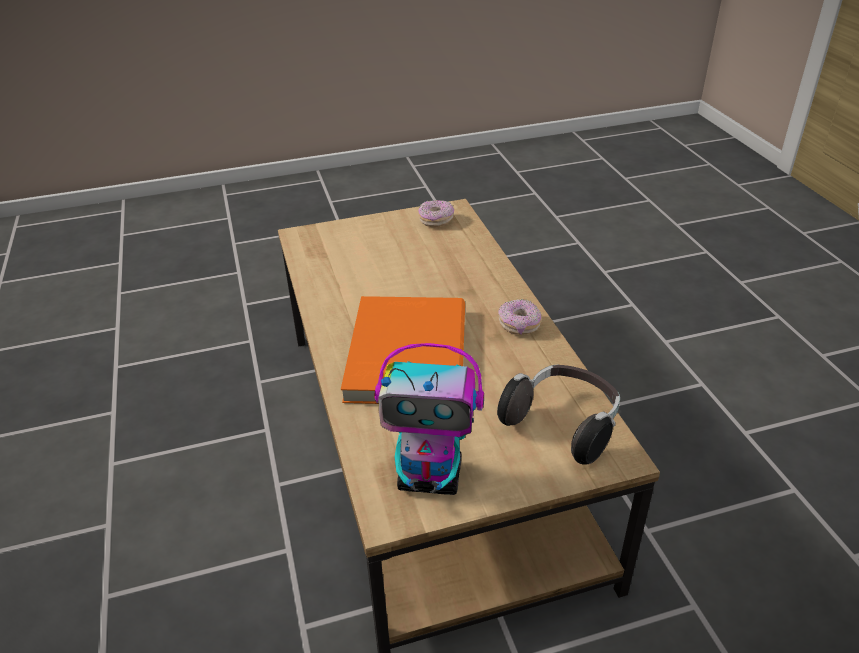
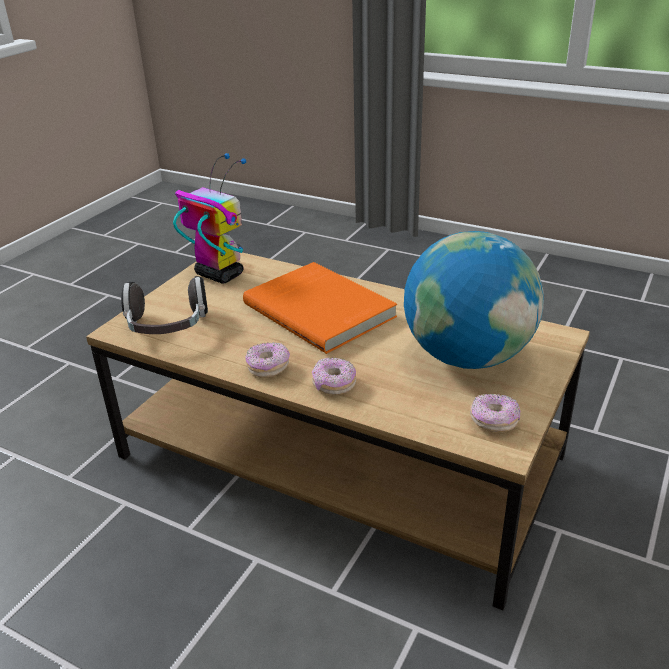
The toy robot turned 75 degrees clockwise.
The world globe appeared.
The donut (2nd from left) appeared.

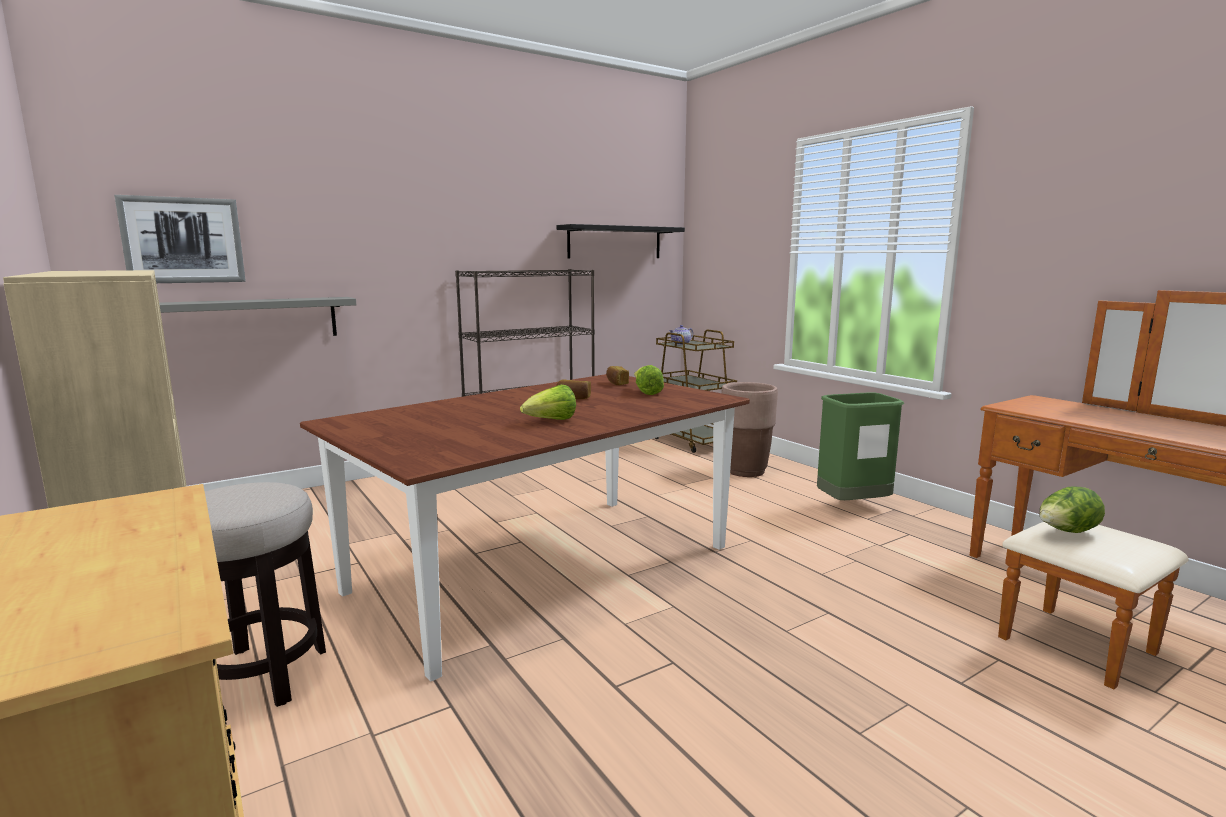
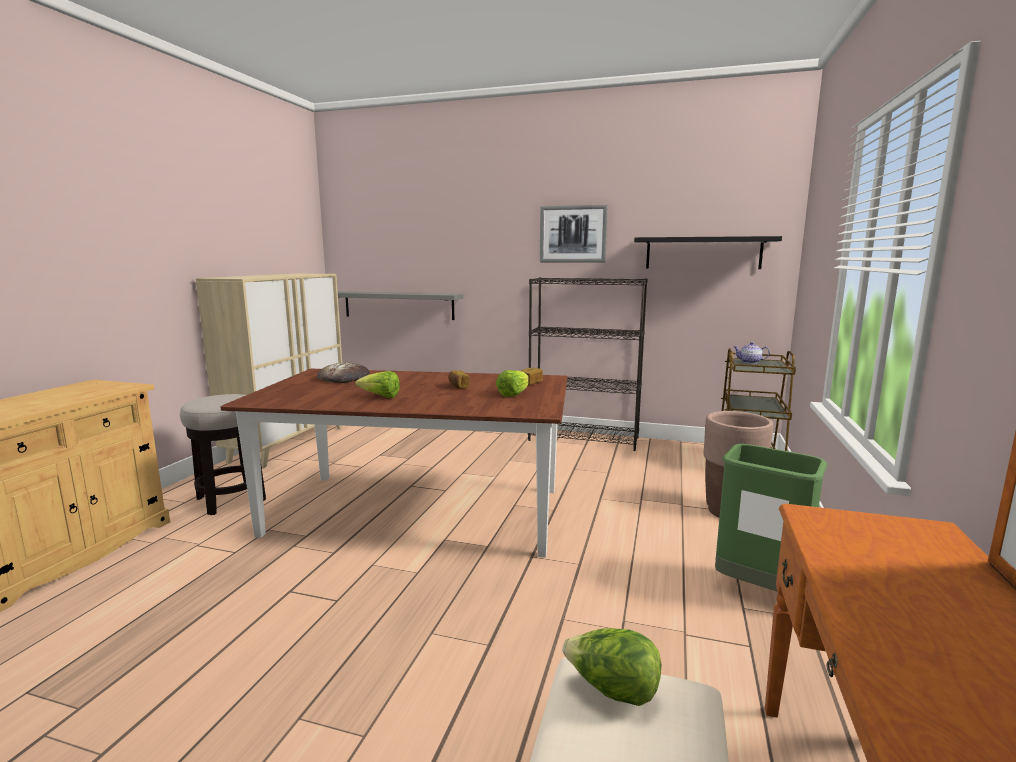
The wall art moved.
The baked bread (1st from left) appeared.

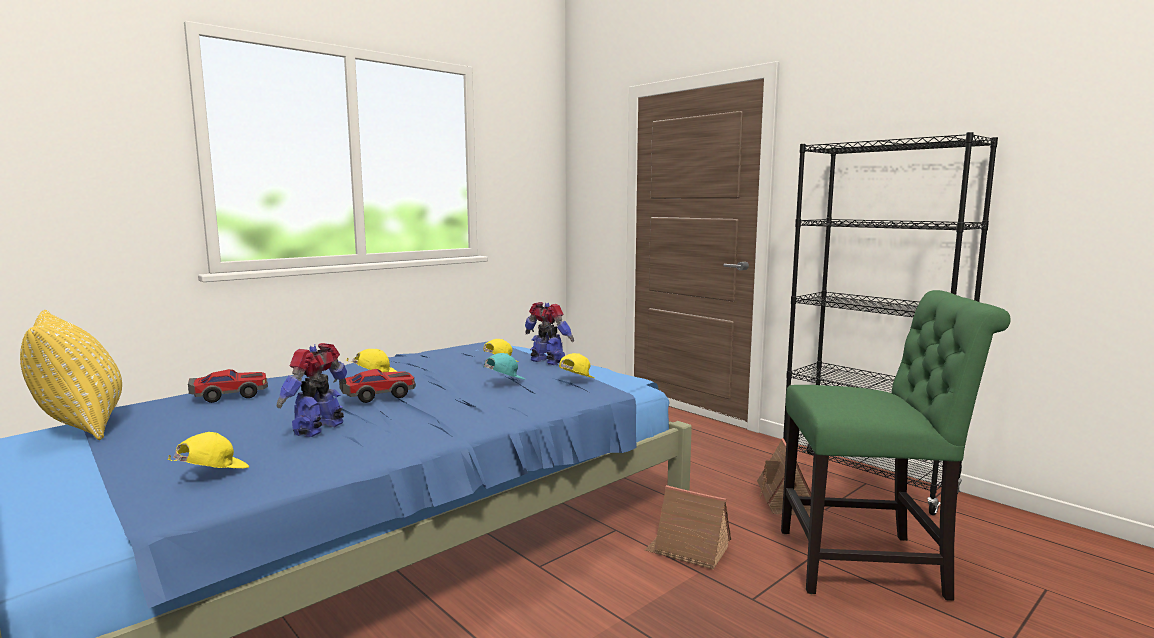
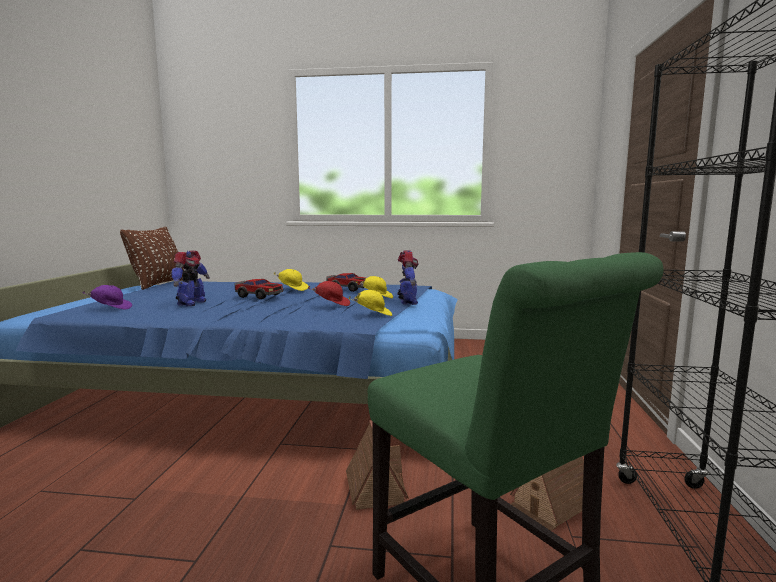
The yellow pillow became the brown pillow.
The toy robot (1st from left) turned 120 degrees clockwise.
The turquoise-coloured baseball cap became the reddish baseball cap.
The toy car (1st from left in the first image) moved.
The yellow baseball cap (1st from left) became the purple-coloured baseball cap.

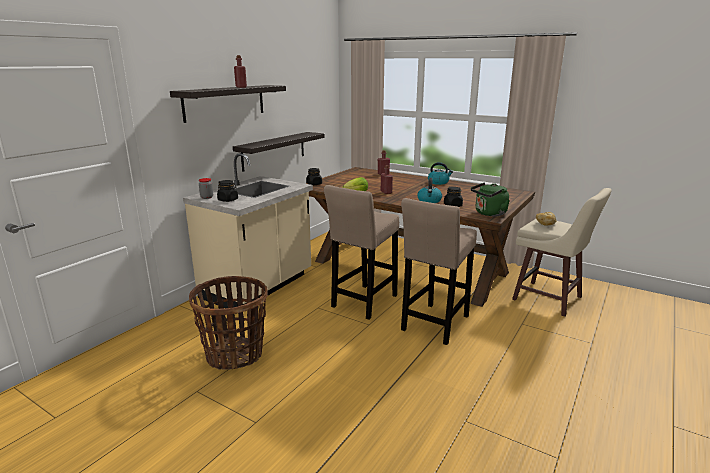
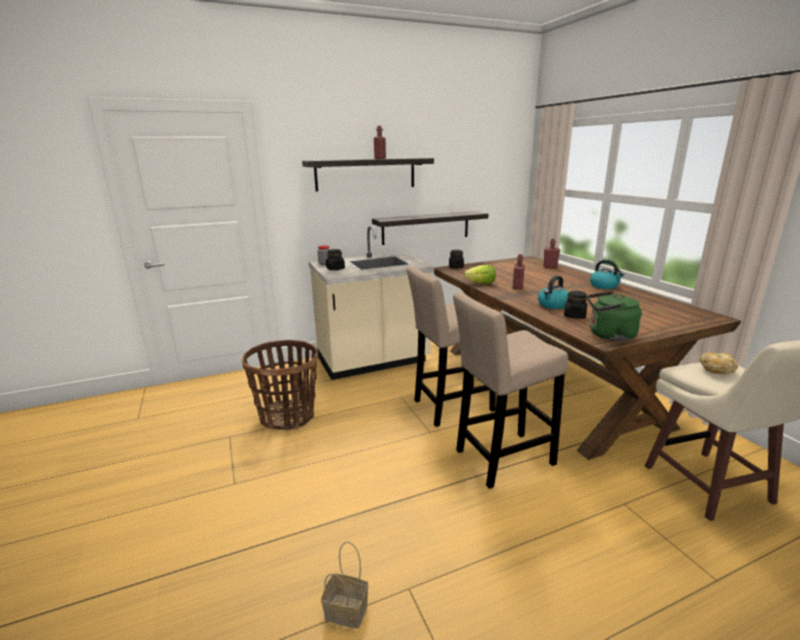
The basket (2nd from left) appeared.

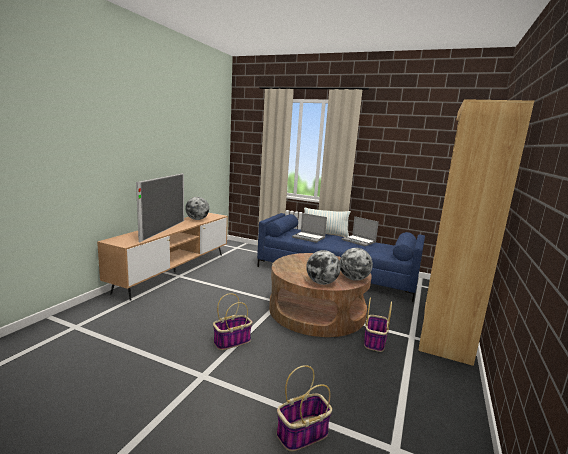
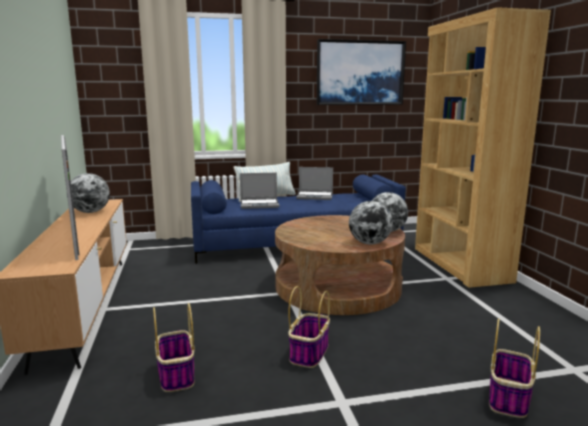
The basket (3rd from left in the first image) moved.
The wall art appeared.

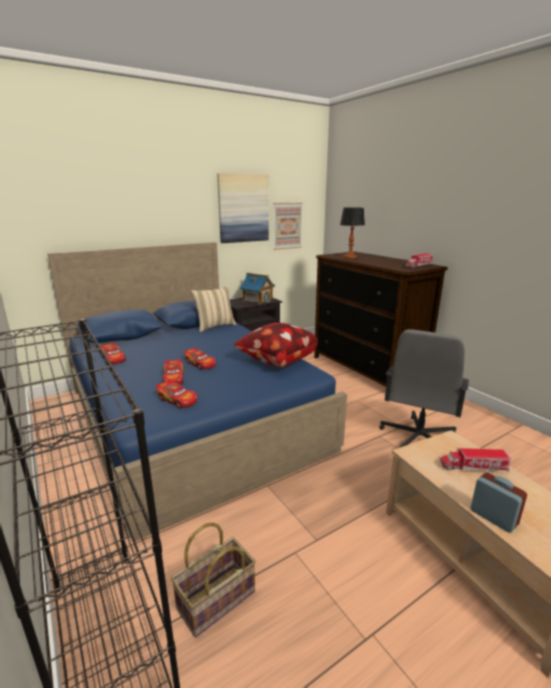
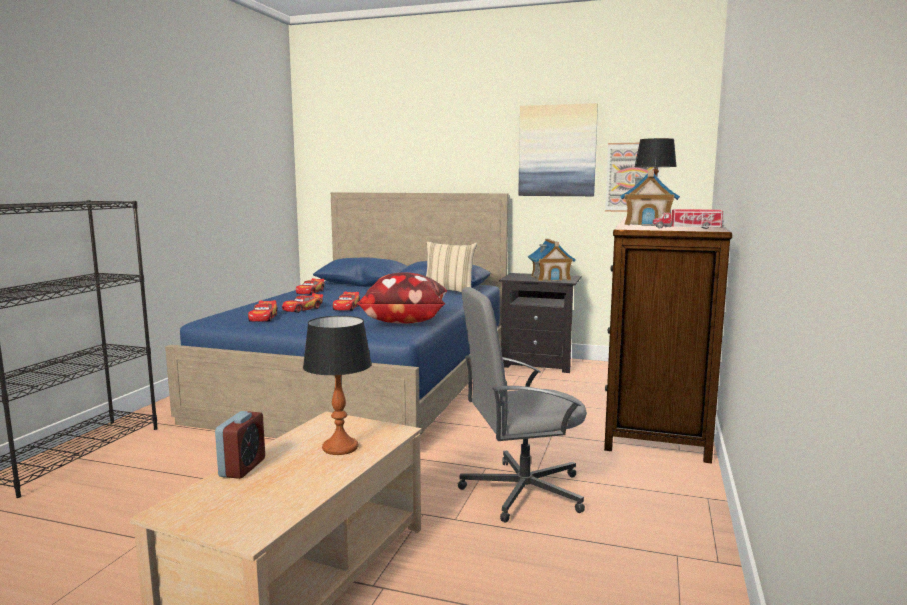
The toy truck (2nd from left) was replaced by the tabletop lamp (1st from left).
The basket disappeared.
The toy house (2nd from left) appeared.

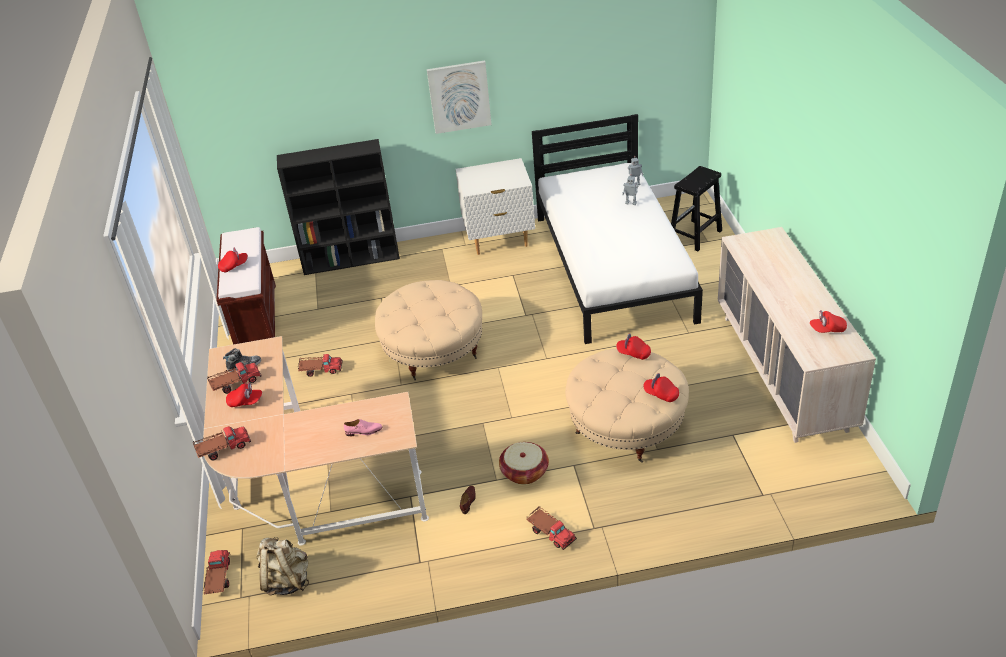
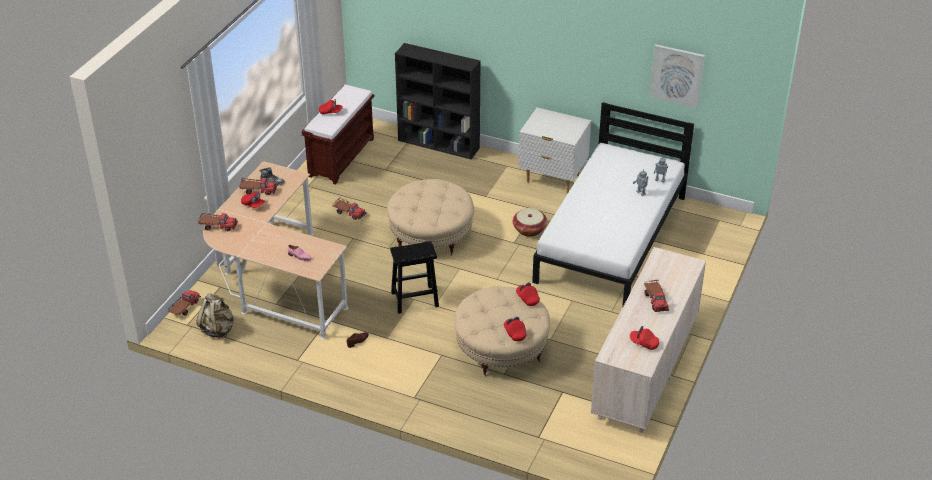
The wall art moved.
The black-coloured stool moved.
The basket moved.
The toy truck (5th from left) moved.

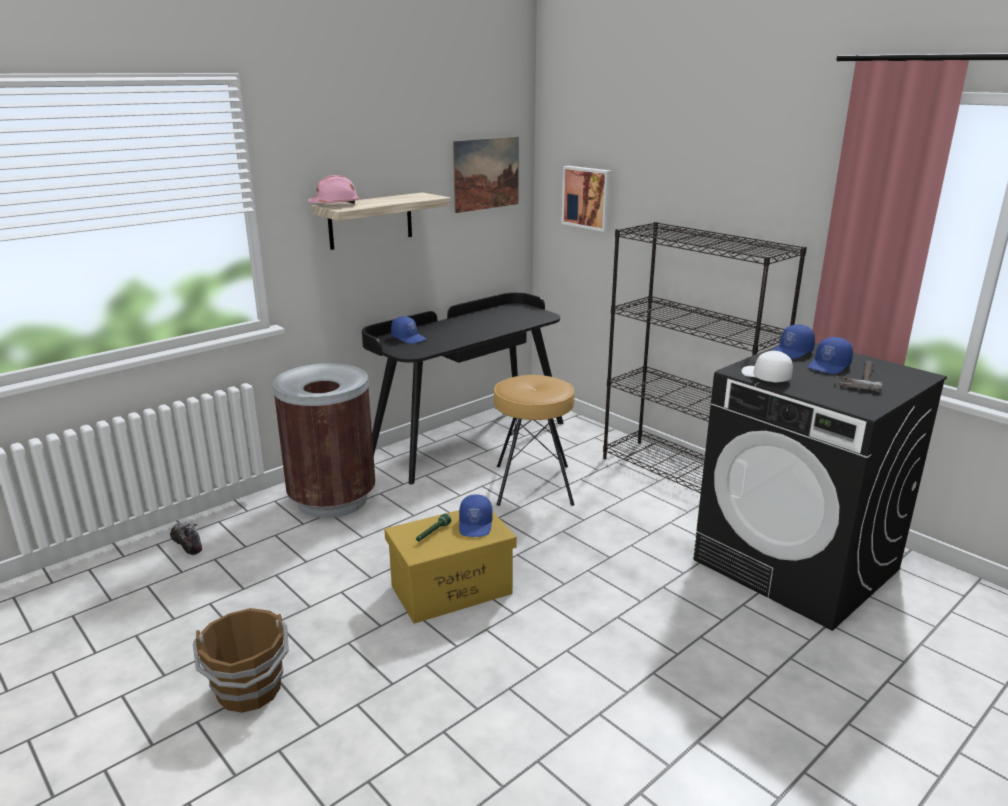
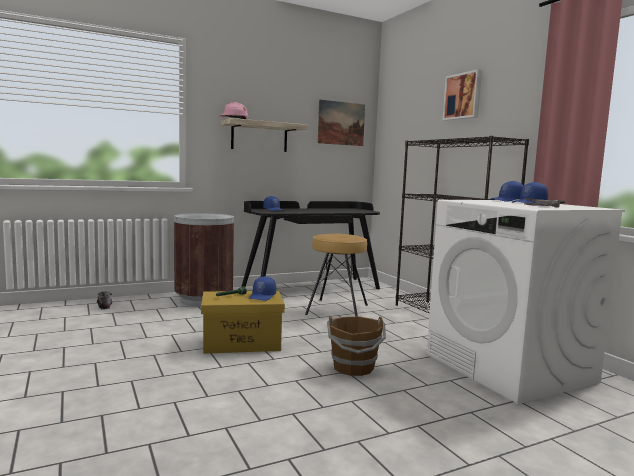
The wall art (2nd from left) moved.
The black-coloured washing machine became the white washing machine.
The white baseball cap disappeared.
The brown pail moved.

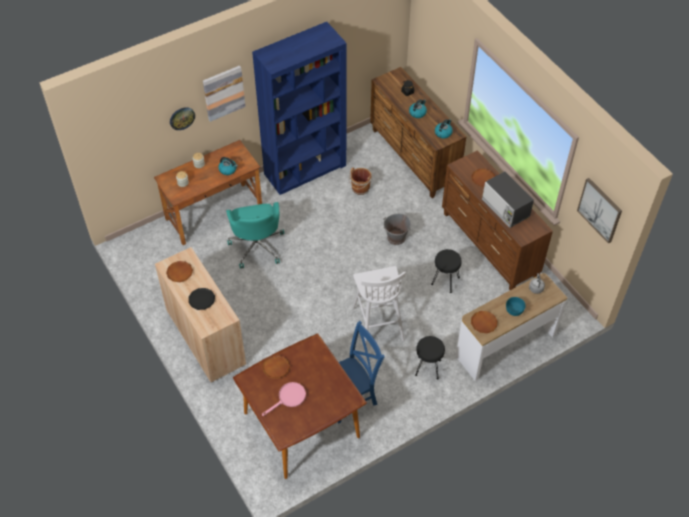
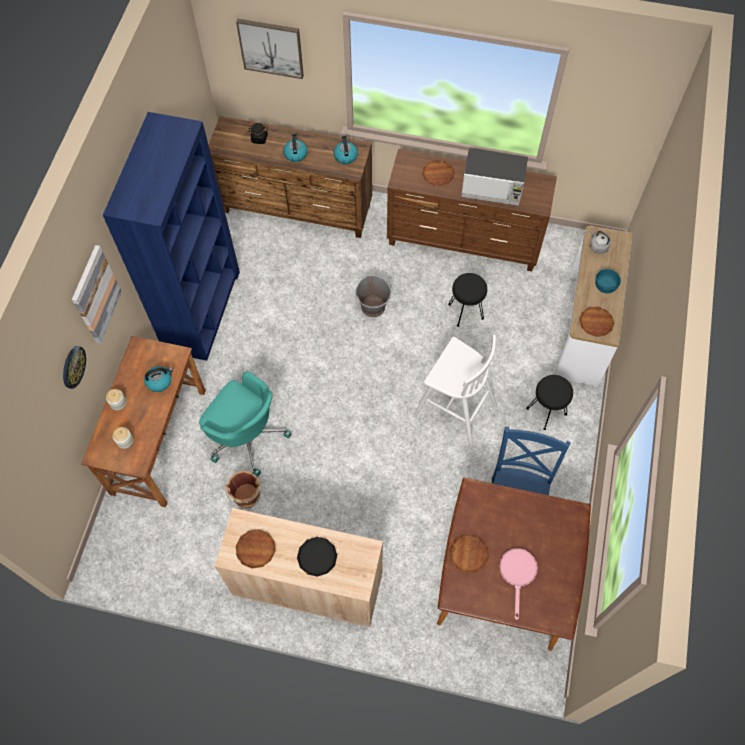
The brown pail moved.
The wall art (2nd from left) moved.

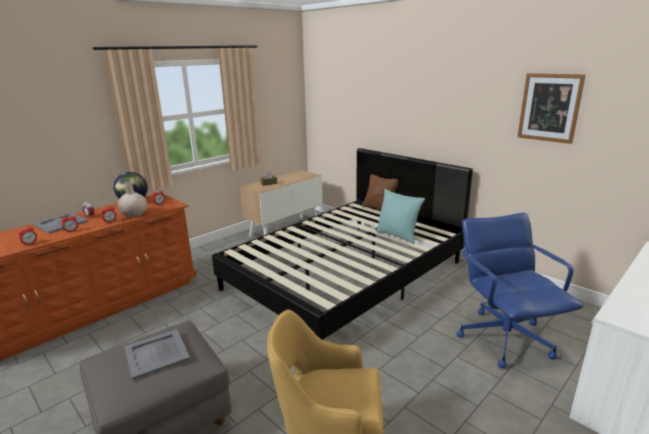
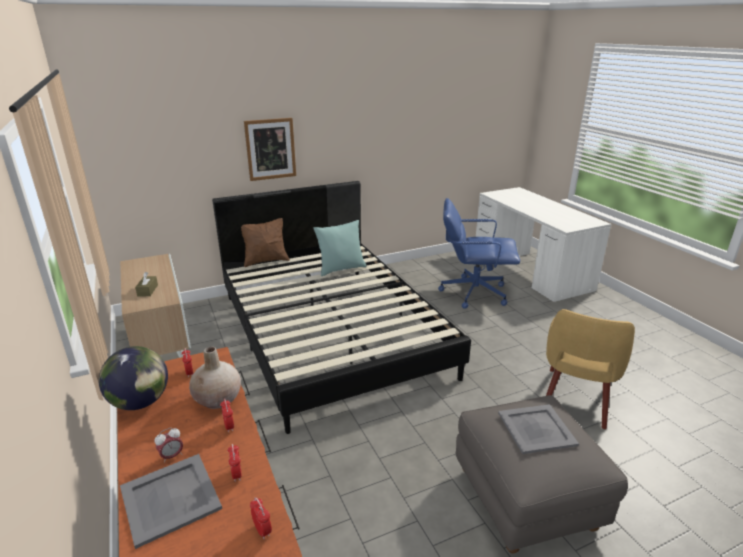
The wall art moved.

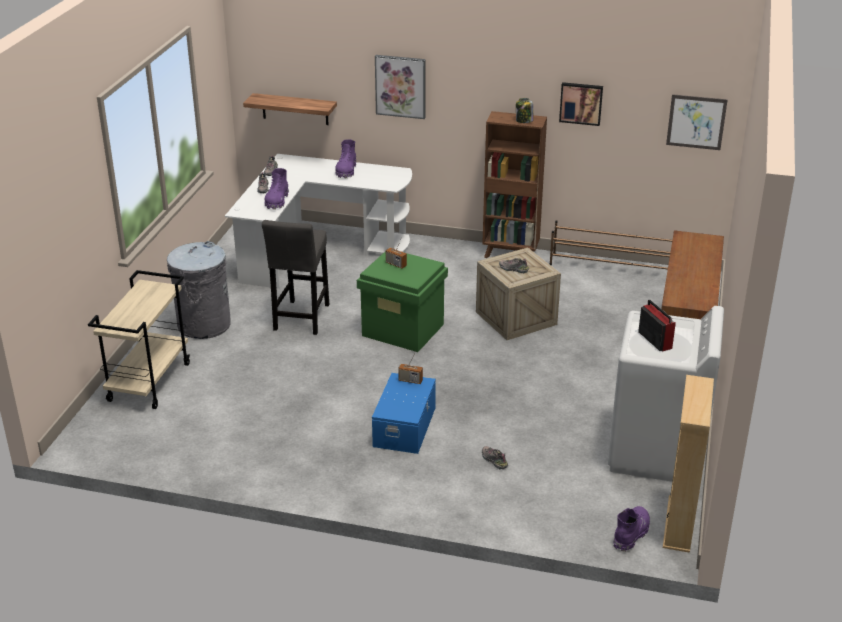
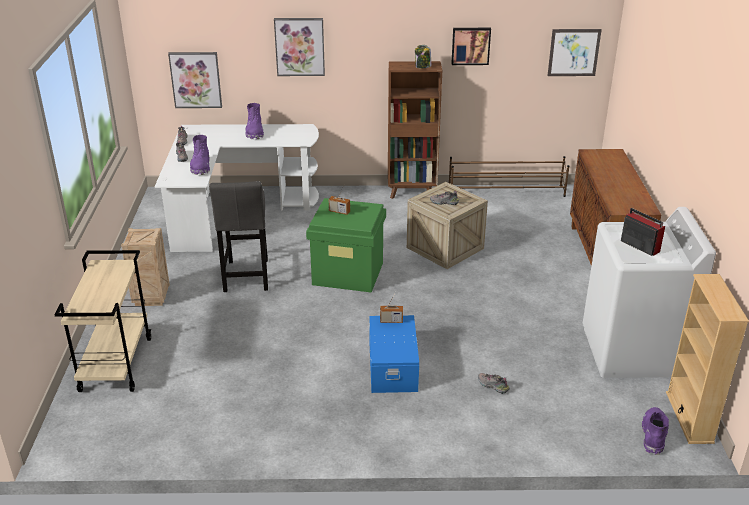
The bracket shelf was replaced by the wall art (1st from left).
The gray waste bin was replaced by the packing crate (1st from left).

